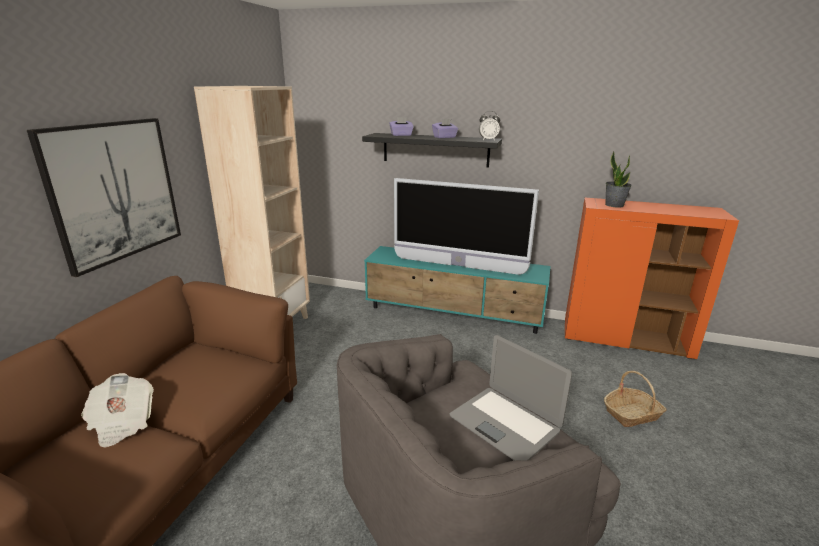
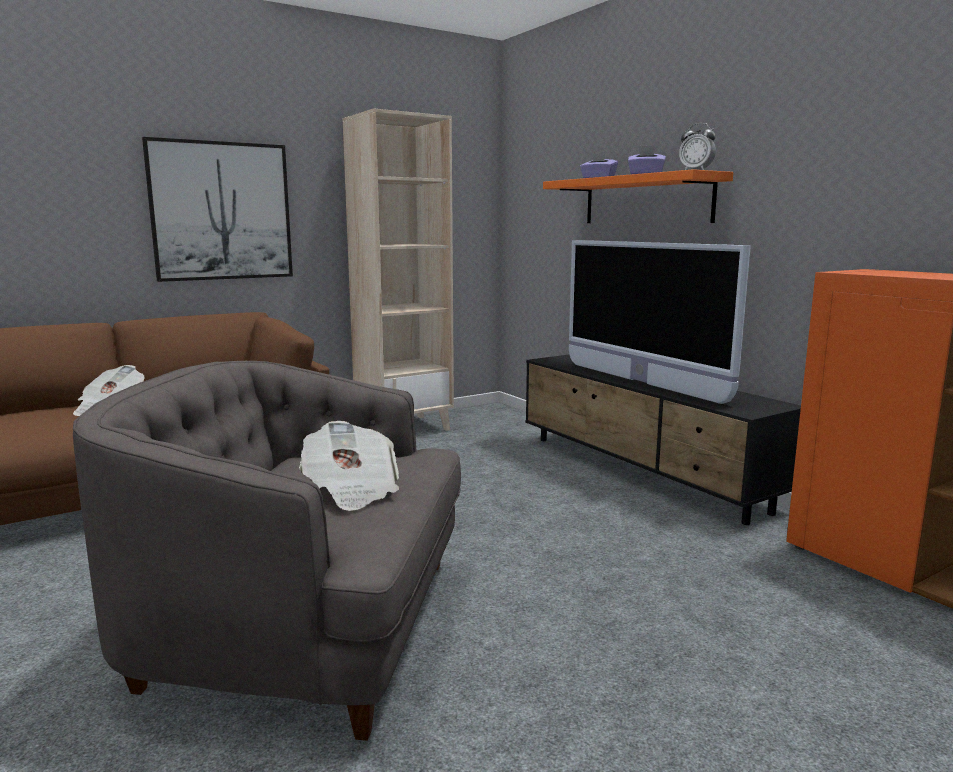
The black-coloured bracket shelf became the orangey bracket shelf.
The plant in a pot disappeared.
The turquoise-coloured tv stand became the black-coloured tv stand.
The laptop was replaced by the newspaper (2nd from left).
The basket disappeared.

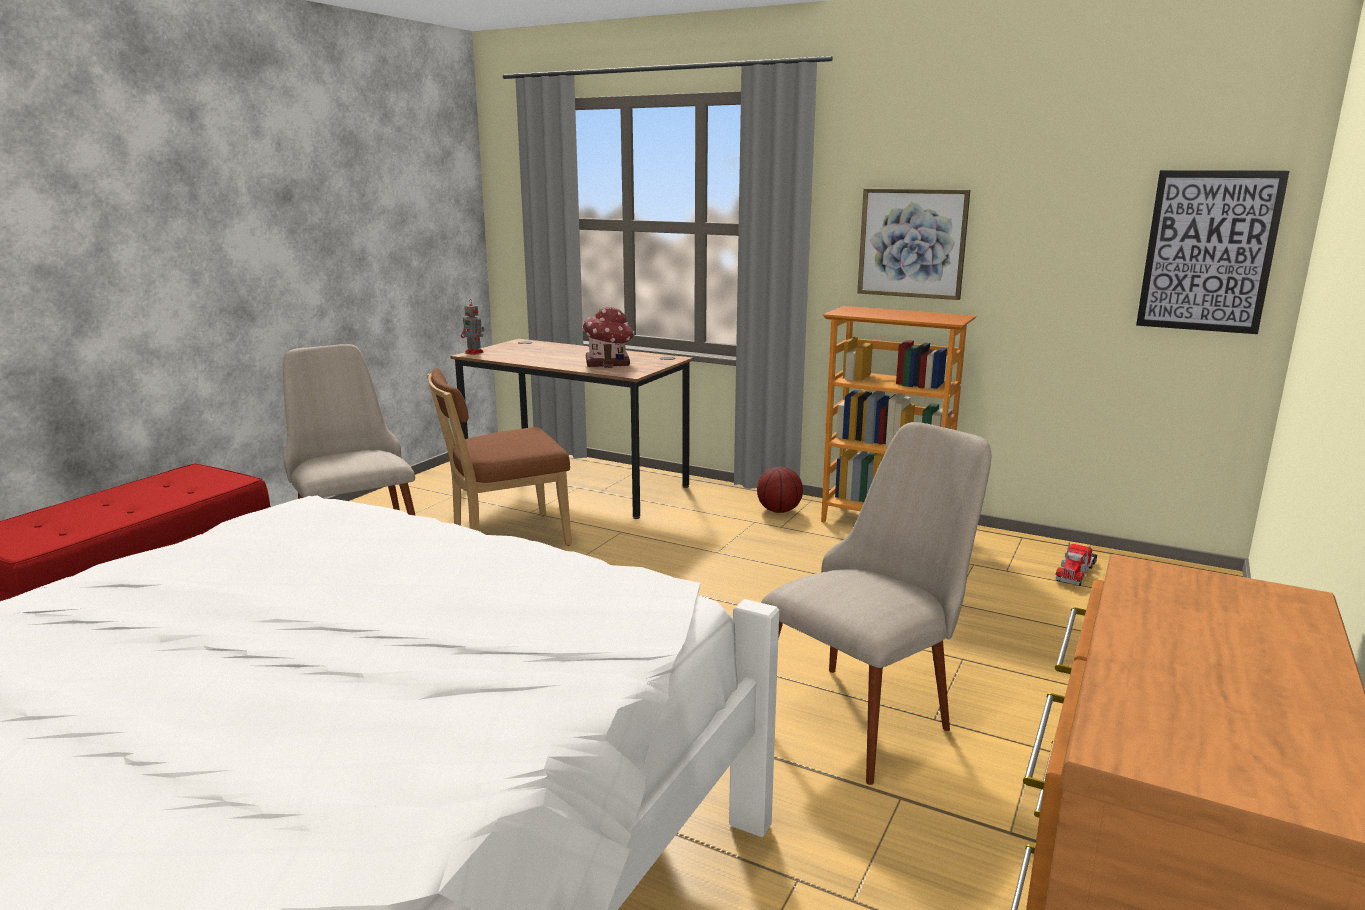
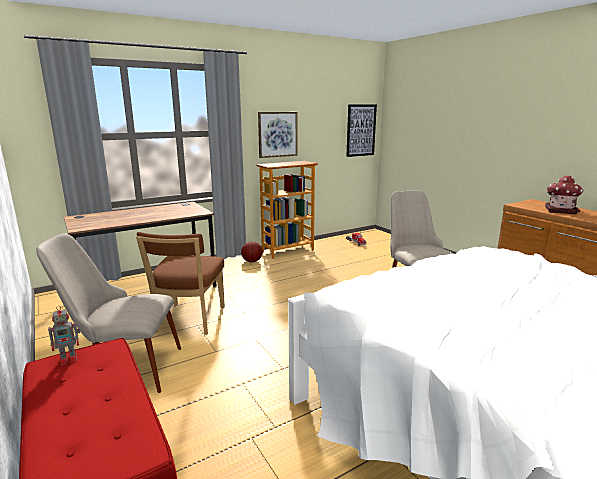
The toy robot moved.
The toy house moved.

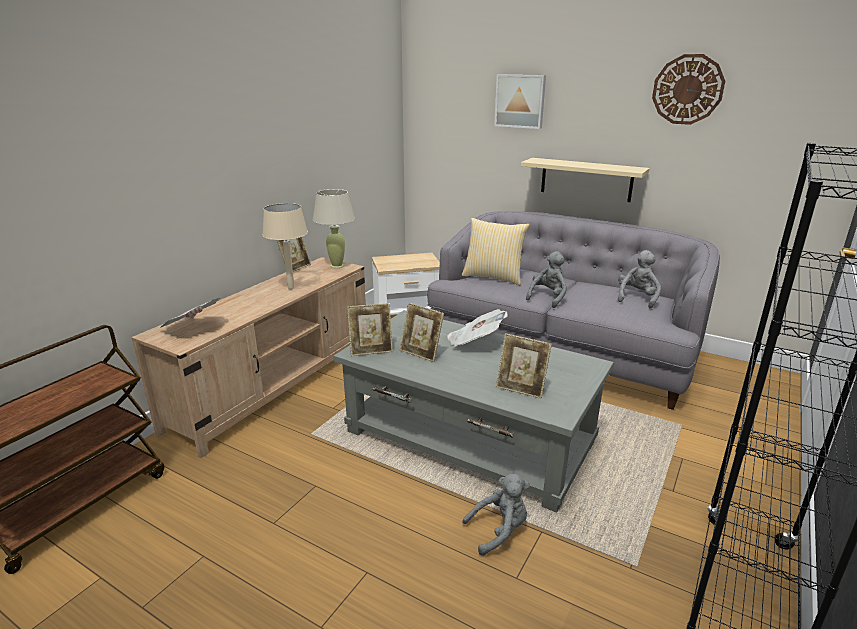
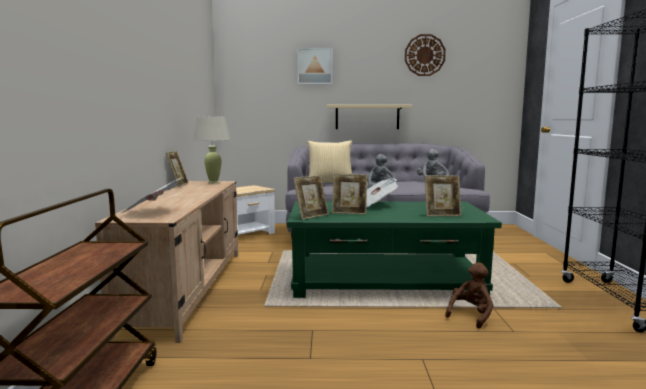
The beige-coloured tabletop lamp (1st from left) disappeared.
The gray coffee table became the greenish coffee table.
The gray plush toy (1st from left) became the brown plush toy.

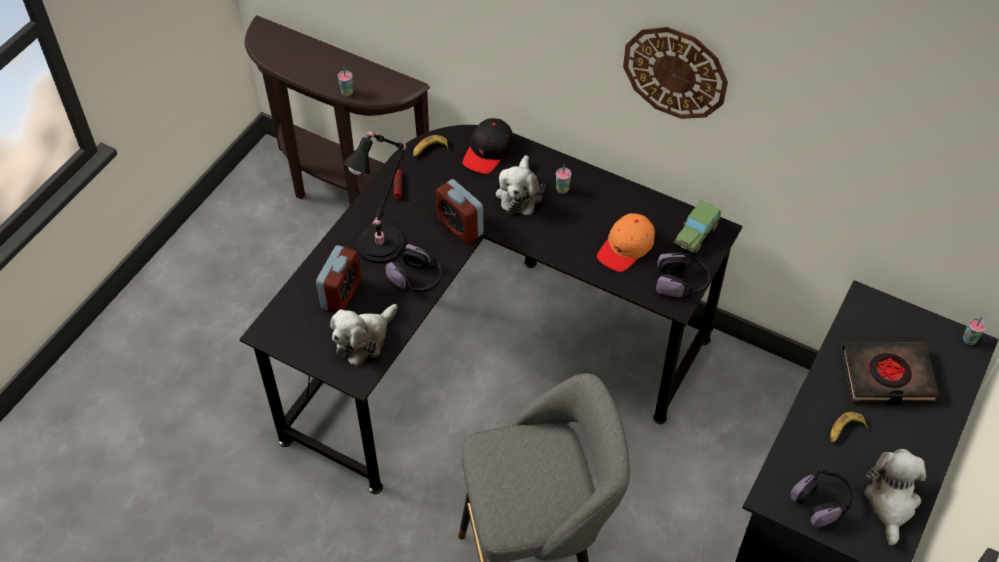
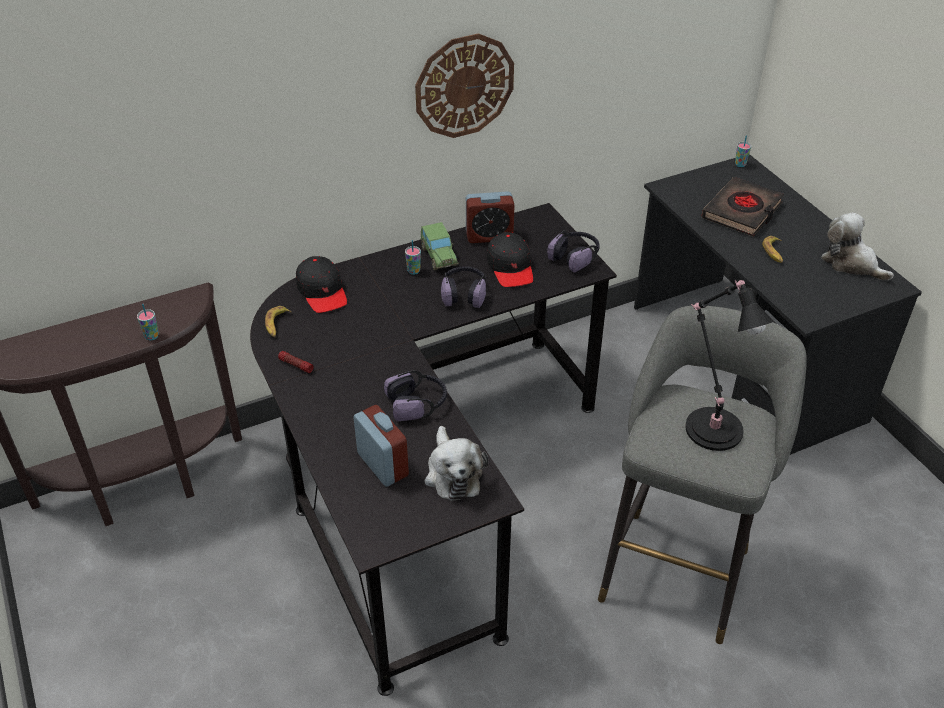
The black-coloured tabletop lamp moved.
The plush toy (2nd from left) disappeared.
The bedside clock (2nd from left) moved.
The toy car moved.
The orangey baseball cap became the black-coloured baseball cap (2nd from left).
The headset (3rd from left in the first image) moved.

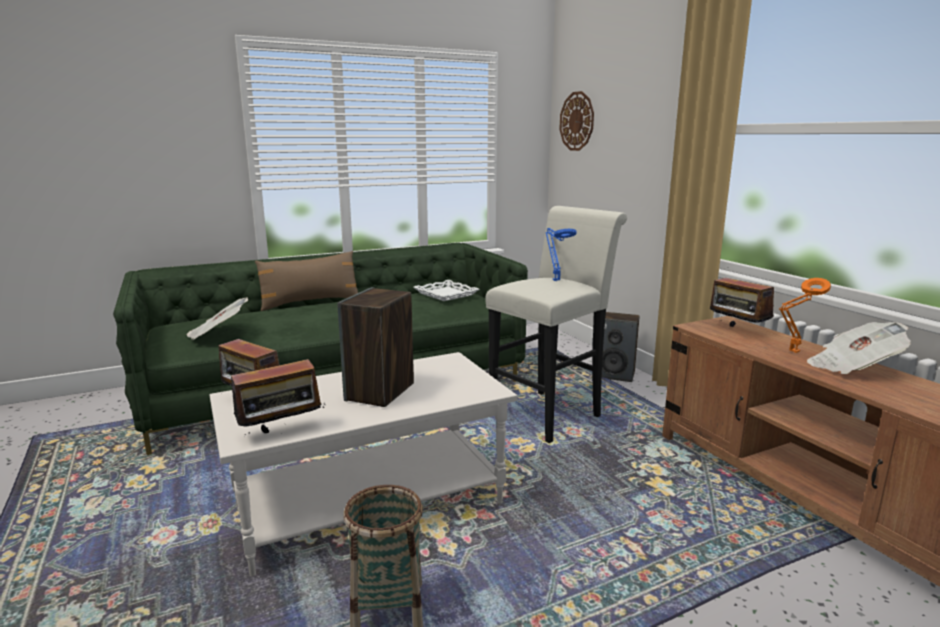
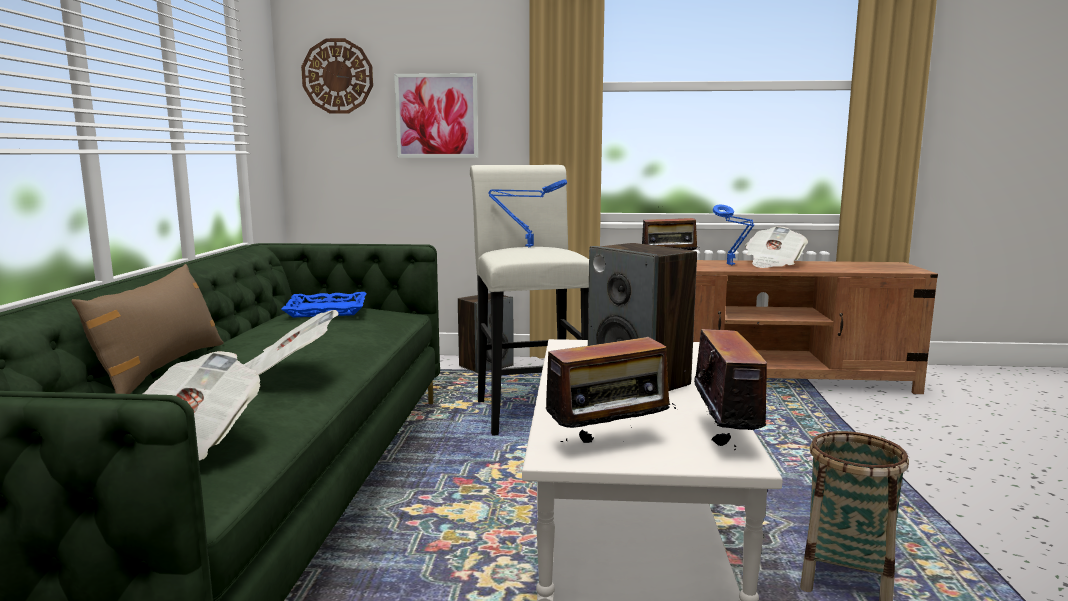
The orangey tabletop lamp became the bluish tabletop lamp (2nd from left).
The white serving tray became the bluish serving tray.
The wall art appeared.
The newspaper (2nd from left) appeared.

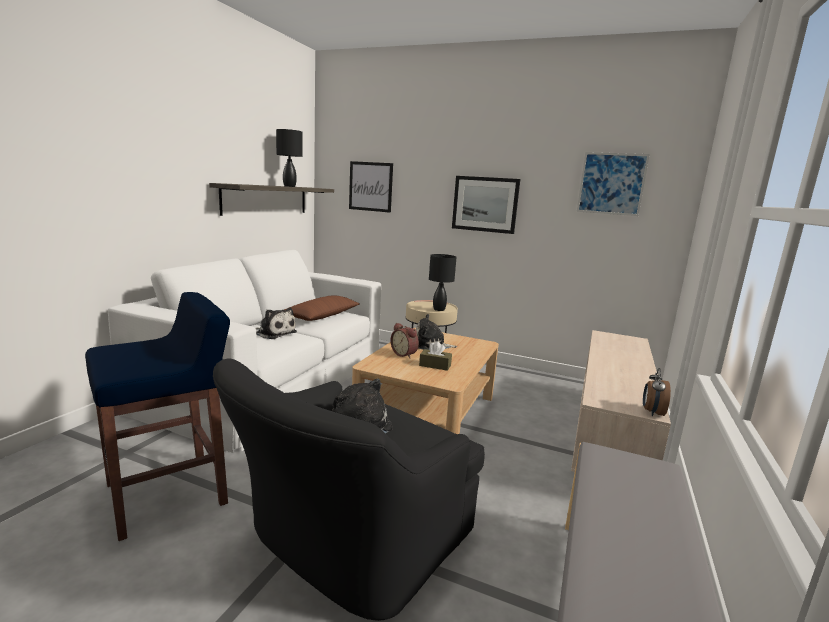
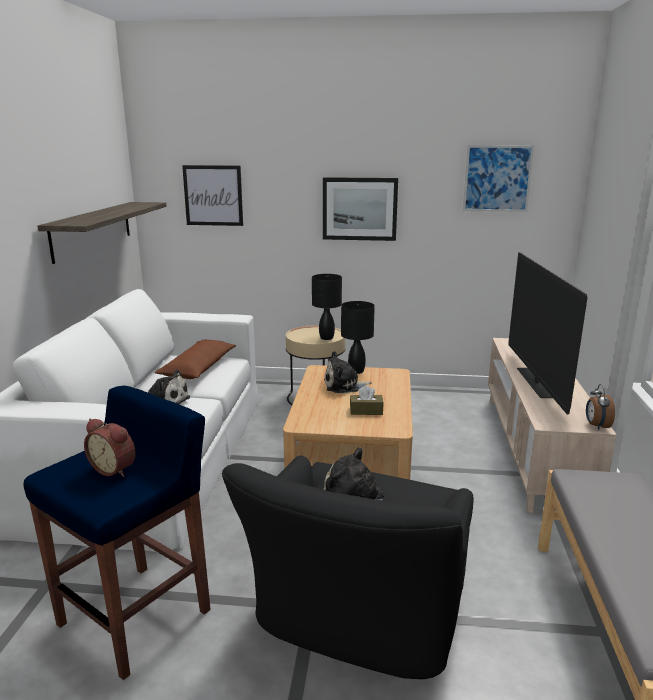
The black-coloured tabletop lamp (1st from left in the first image) moved.
The bedside clock (1st from left) moved.
The TV appeared.

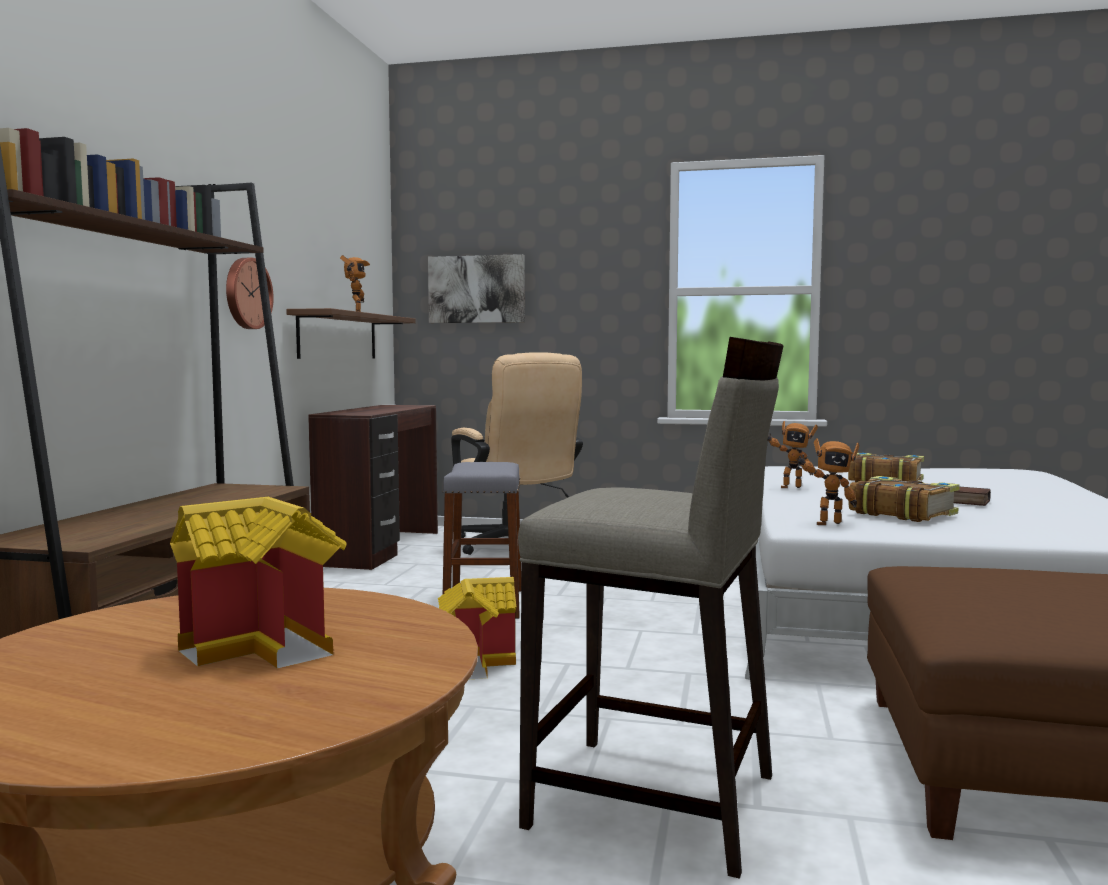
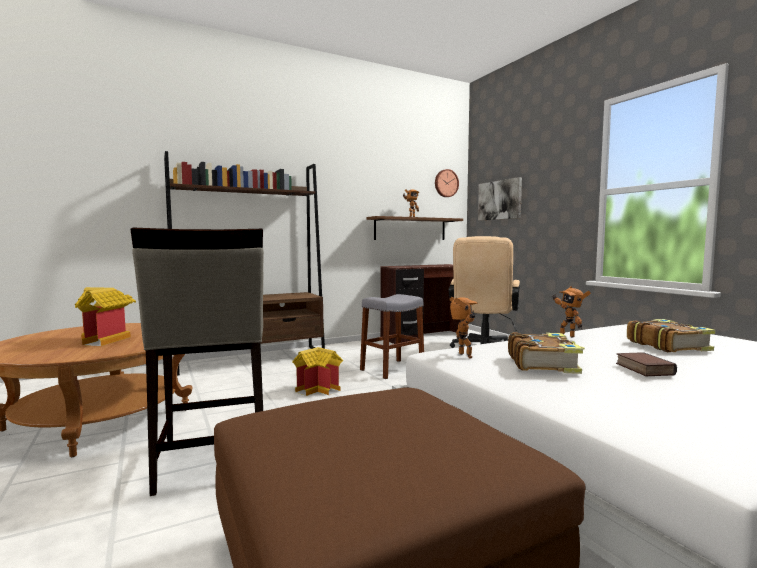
The hanging clock moved.
The toy robot (3rd from left in the first image) turned 150 degrees counterclockwise.

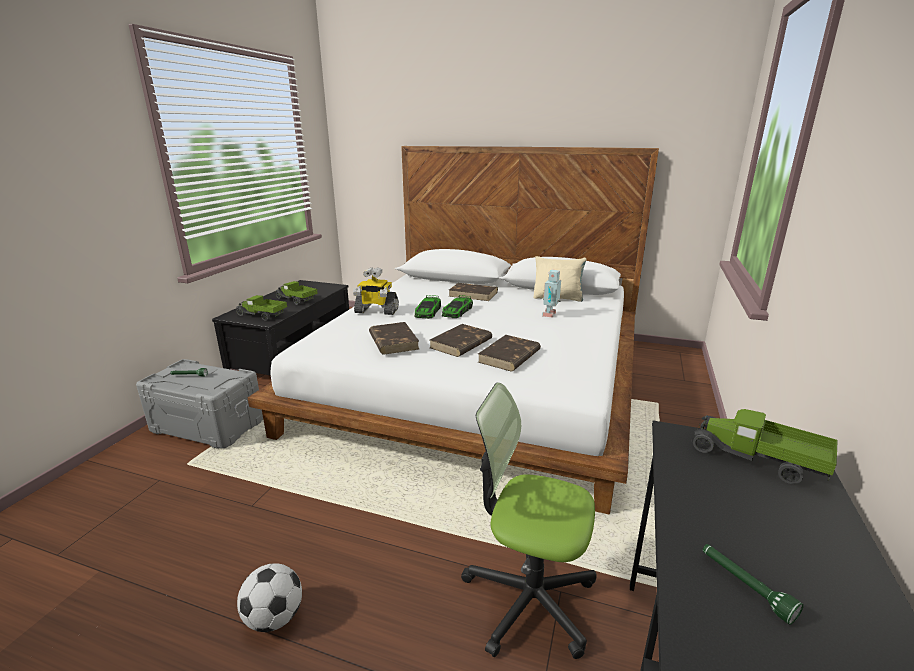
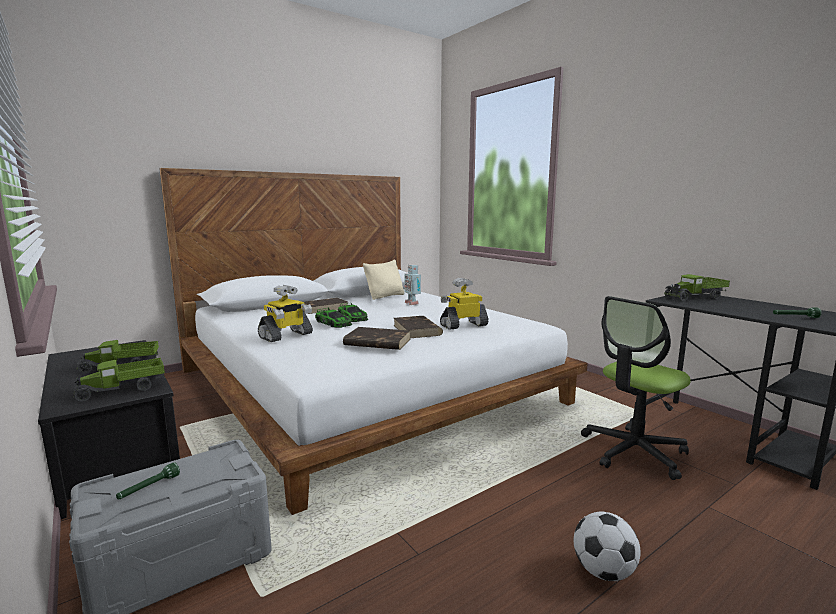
The brown bound book (4th from left) was replaced by the toy robot (3rd from left).

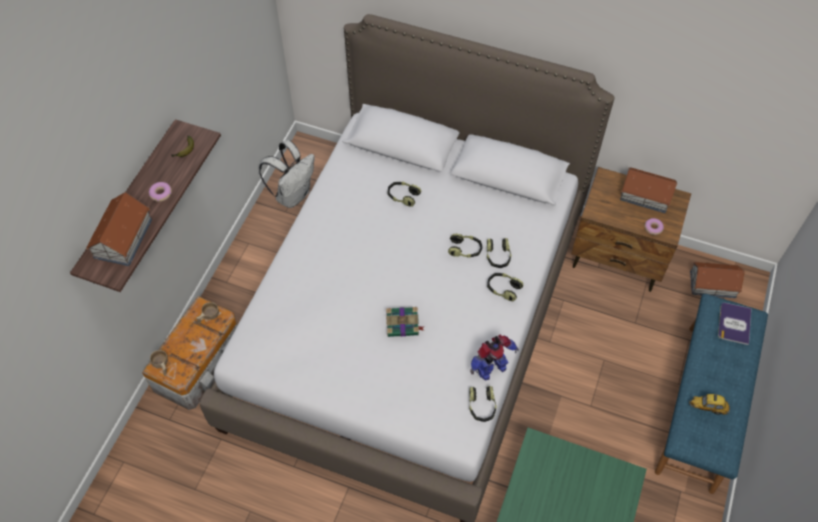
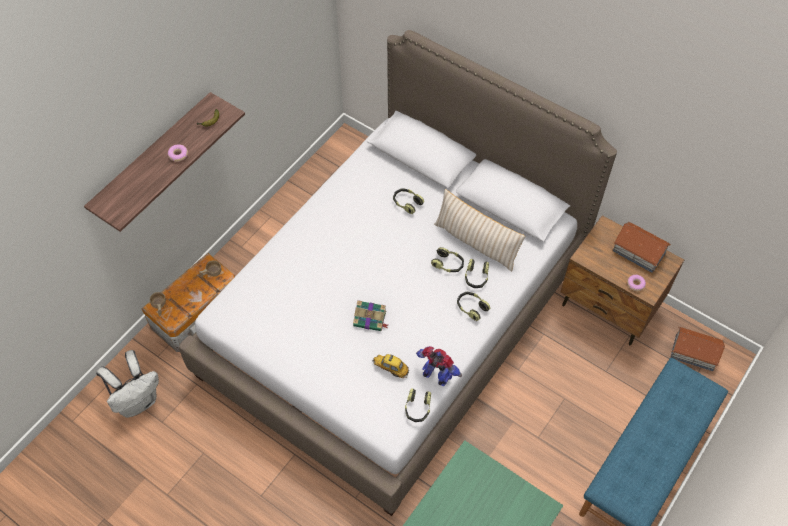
The white backpack moved.
The toy house (1st from left) disappeared.
The bound book (2nd from left) disappeared.
The toy robot turned 135 degrees counterclockwise.
The toy car moved.
The beige-coloured pillow appeared.

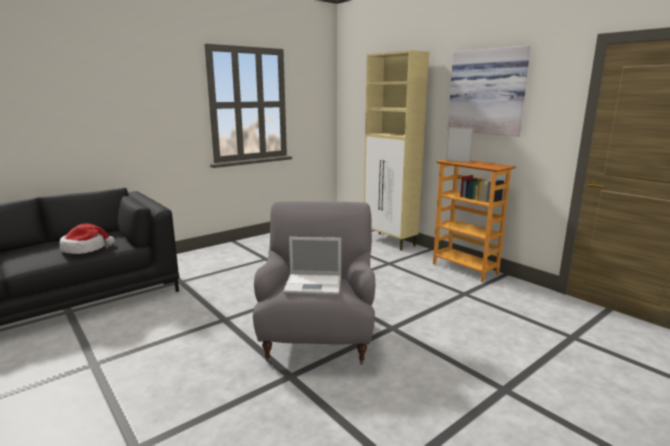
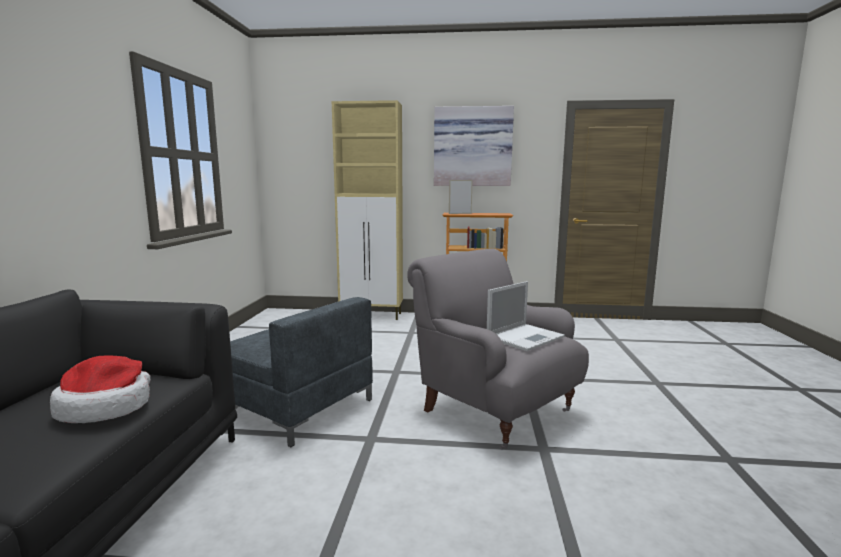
The gray armchair (1st from left) appeared.

